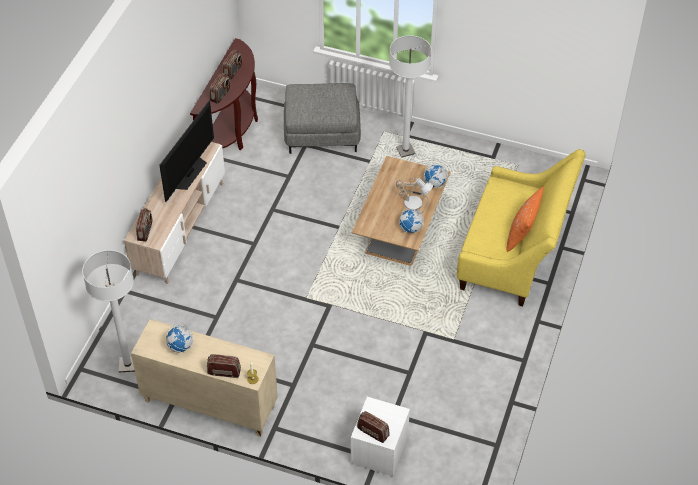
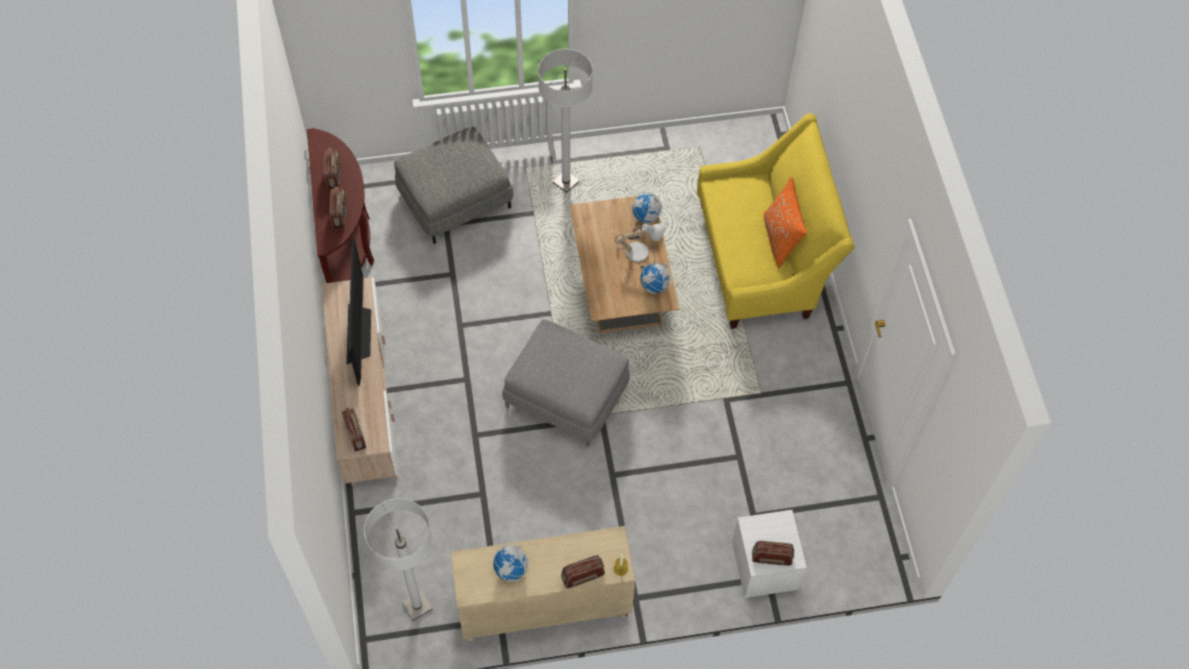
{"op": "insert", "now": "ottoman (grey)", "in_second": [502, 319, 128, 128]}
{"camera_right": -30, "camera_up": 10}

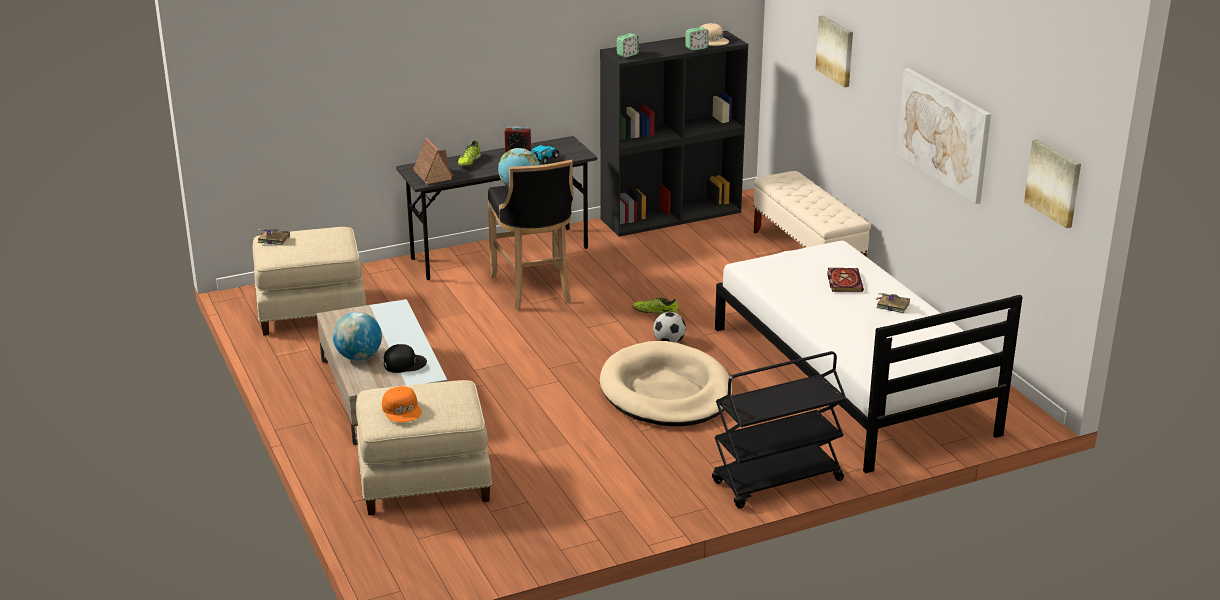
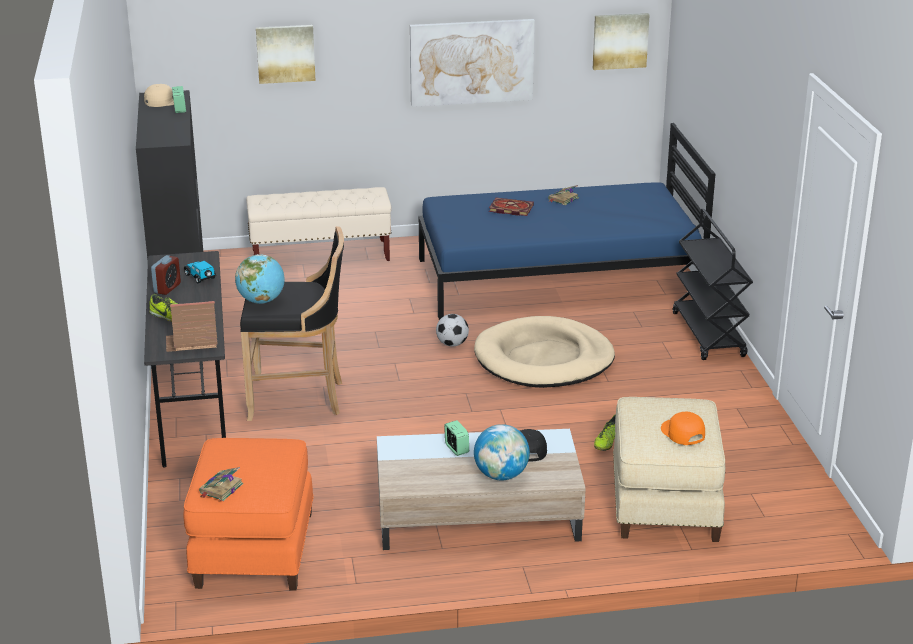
{"op": "recolor", "was": "ottoman (beige)", "now": "ottoman (orange)", "in_first": [252, 227, 114, 109], "in_second": [183, 438, 131, 152]}
{"op": "rotate", "was": "cap (orange)", "in_first": [382, 386, 40, 36], "in_second": [661, 412, 44, 33], "clockwise": -105}
{"op": "move", "was": "alarm clock", "in_first": [617, 33, 22, 25], "in_second": [444, 420, 25, 36]}
{"op": "move", "was": "shoe", "in_first": [633, 297, 45, 17], "in_second": [594, 415, 22, 36]}
{"op": "recolor", "was": "bed (white)", "now": "bed (blue)", "in_first": [715, 241, 308, 233], "in_second": [419, 123, 296, 197]}
{"camera_right": -75, "camera_up": 0}

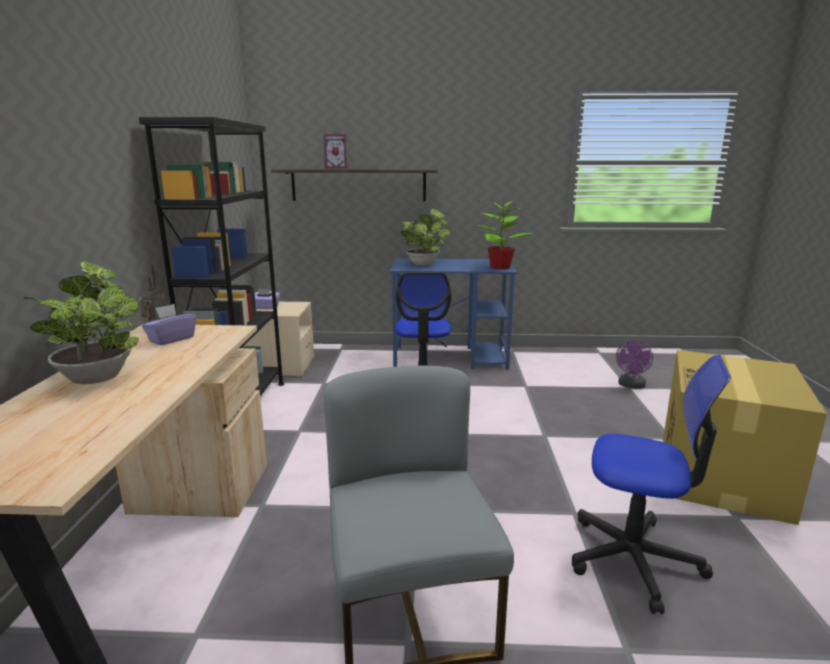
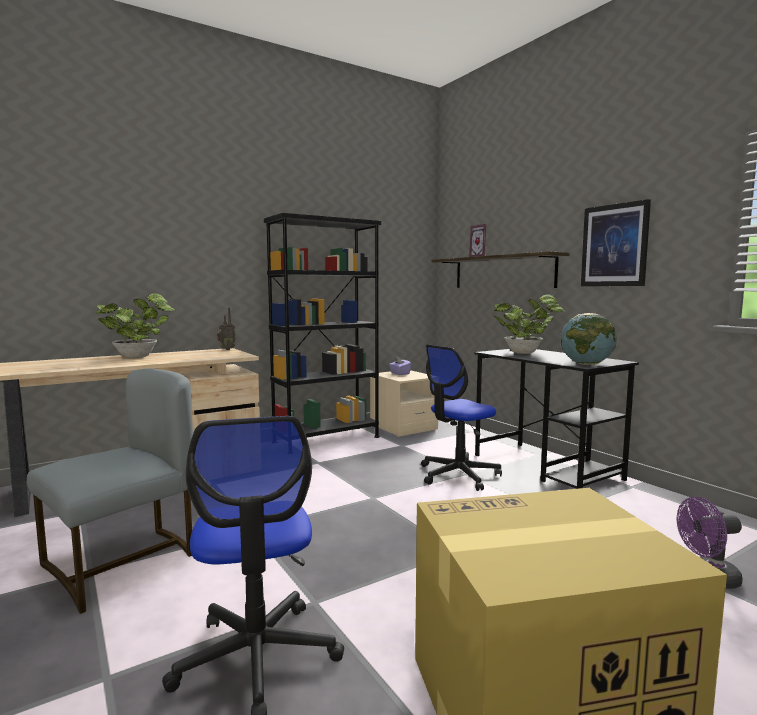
{"op": "delete", "was": "tissue box (purple)", "in_first": [142, 304, 54, 42]}
{"op": "recolor", "was": "desk (blue)", "now": "desk (black)", "in_first": [390, 258, 127, 111], "in_second": [474, 349, 165, 140]}
{"op": "replace", "was": "potted plant", "now": "globe", "in_first": [476, 197, 58, 72], "in_second": [561, 313, 56, 52]}
{"op": "insert", "now": "picture", "in_second": [581, 199, 70, 87]}
{"camera_right": 55, "camera_up": -10}

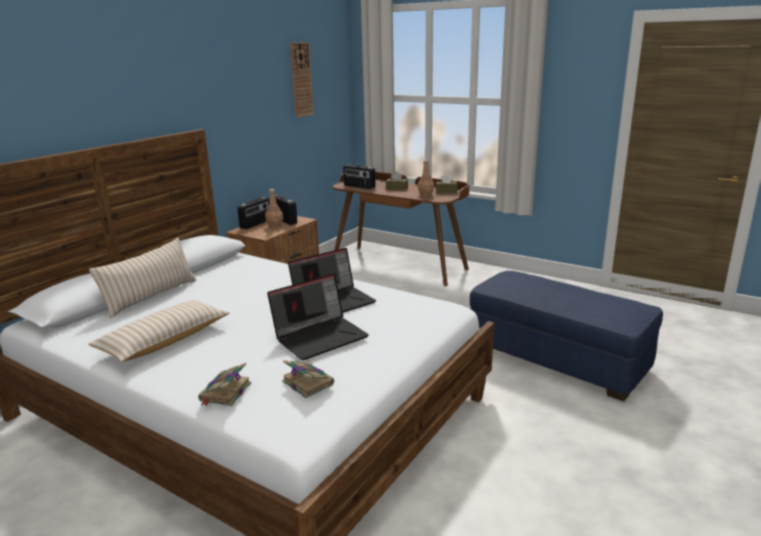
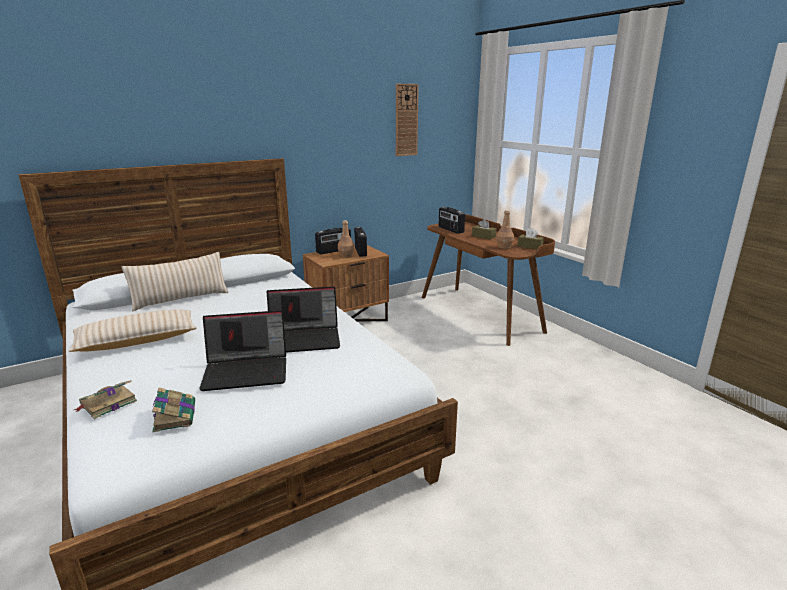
{"op": "delete", "was": "ottoman (blue)", "in_first": [470, 271, 193, 130]}
{"camera_right": 25, "camera_up": 0}

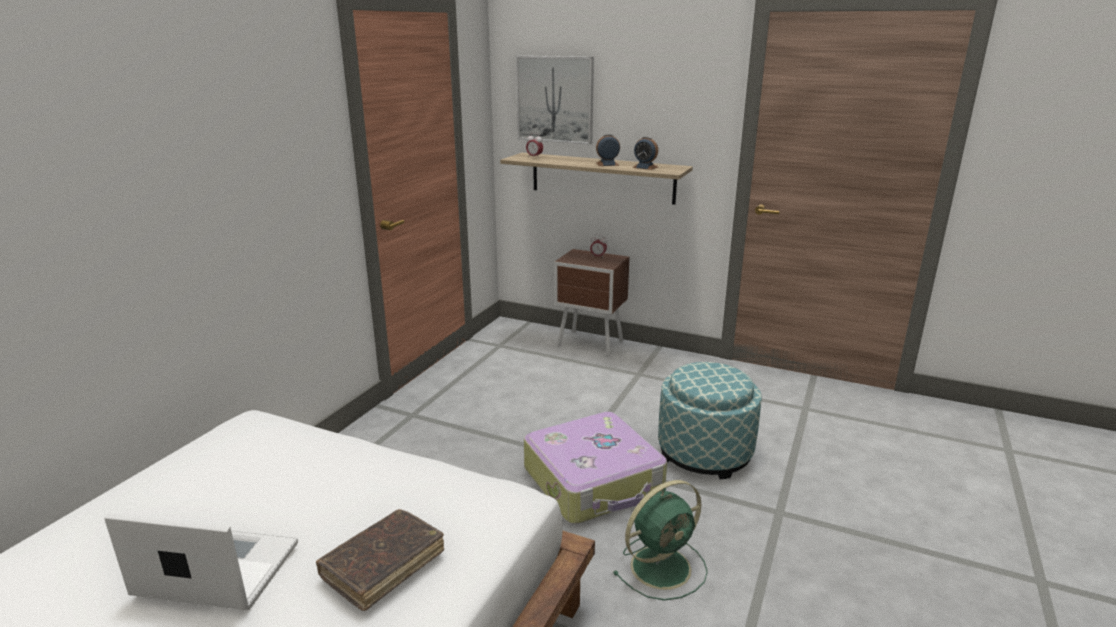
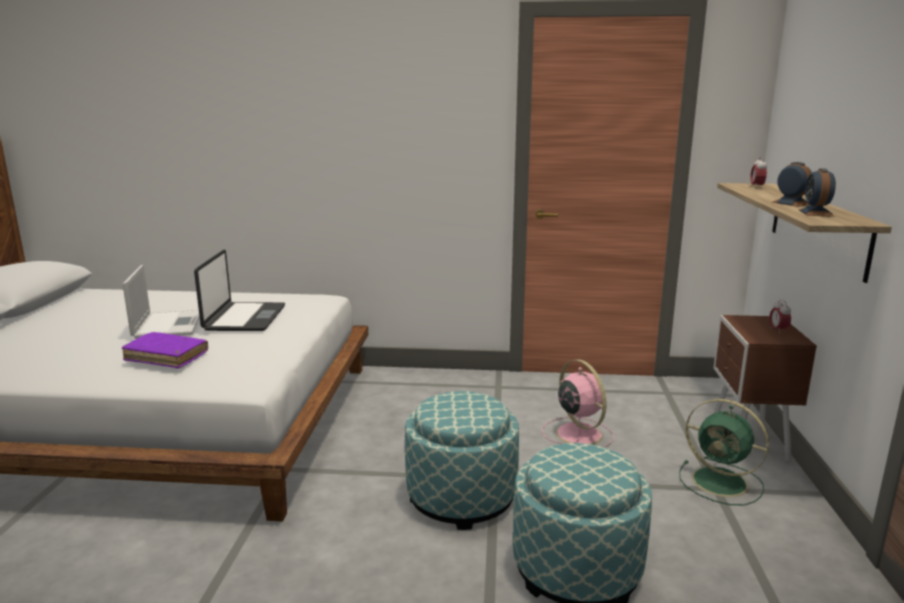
{"op": "recolor", "was": "book (brown)", "now": "book (purple)", "in_first": [316, 509, 128, 102], "in_second": [122, 332, 86, 36]}
{"op": "delete", "was": "picture", "in_first": [516, 56, 78, 88]}
{"op": "replace", "was": "suitcase", "now": "ottoman", "in_first": [524, 412, 143, 112], "in_second": [405, 391, 114, 139]}
{"op": "move", "was": "fan (green)", "in_first": [613, 480, 95, 120], "in_second": [679, 399, 90, 106]}
{"op": "insert", "now": "laptop", "in_second": [194, 250, 91, 81]}
{"op": "insert", "now": "fan (pink)", "in_second": [542, 359, 72, 88]}
{"camera_right": 70, "camera_up": -5}

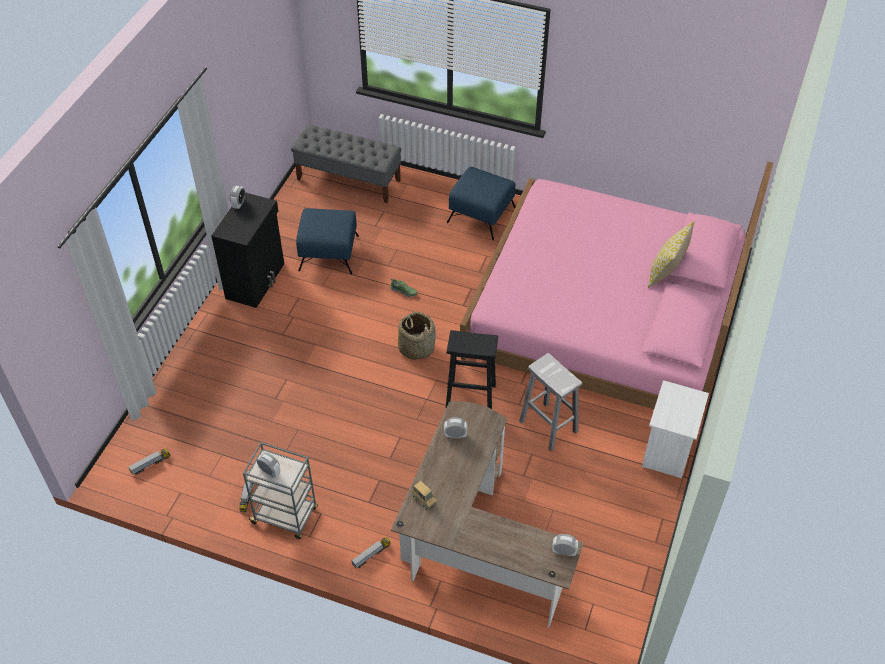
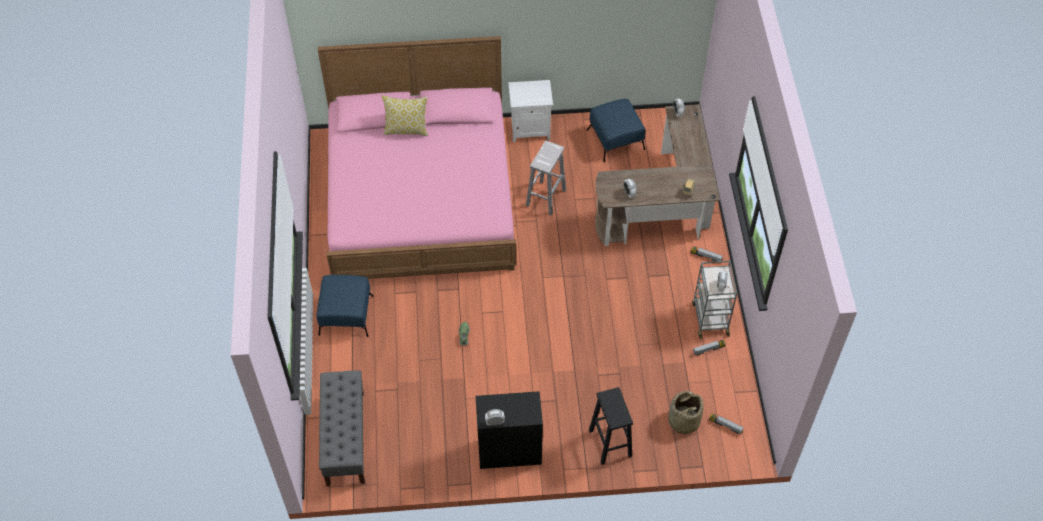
{"op": "move", "was": "ottoman (blue)", "in_first": [296, 208, 63, 66], "in_second": [587, 99, 58, 63]}
{"op": "move", "was": "basket", "in_first": [398, 311, 38, 49], "in_second": [668, 391, 35, 43]}
{"op": "move", "was": "stool (black)", "in_first": [446, 330, 52, 79], "in_second": [589, 387, 44, 78]}
{"camera_right": -115, "camera_up": 5}

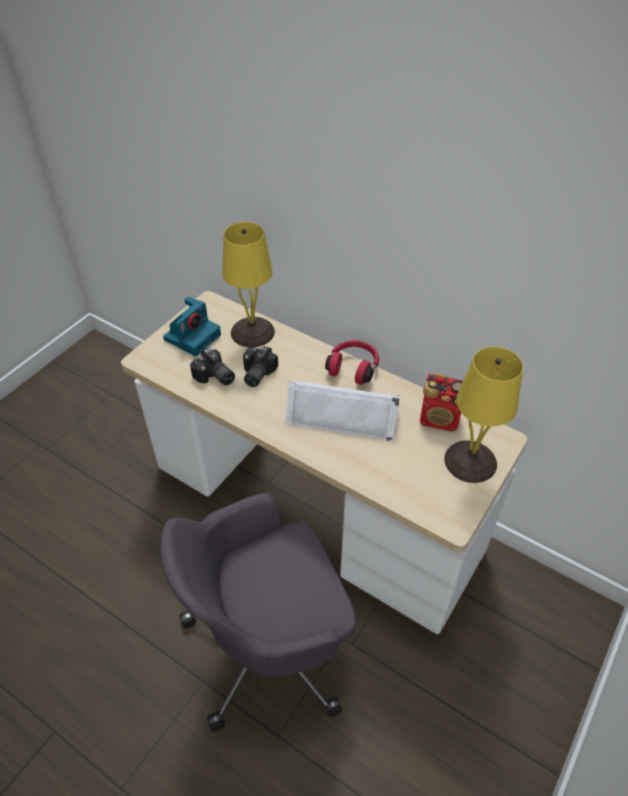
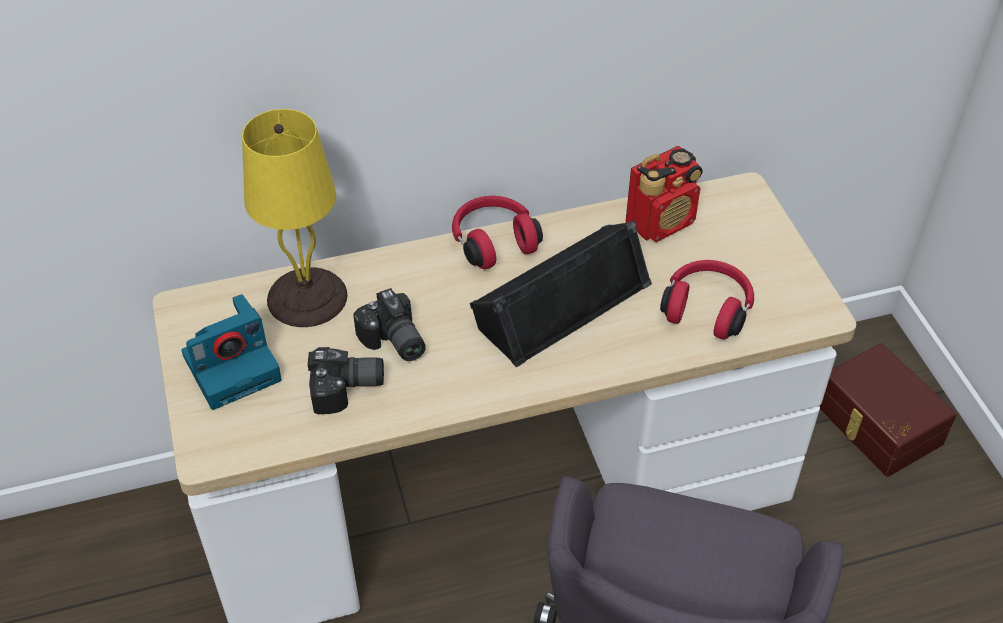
{"op": "rotate", "was": "photo camera", "in_first": [163, 297, 58, 60], "in_second": [181, 294, 101, 116], "clockwise": 75}
{"op": "recolor", "was": "speaker (white)", "now": "speaker (black)", "in_first": [285, 380, 115, 61], "in_second": [470, 220, 182, 147]}
{"op": "delete", "was": "table lamp (yellow)", "in_first": [444, 347, 79, 136]}
{"op": "insert", "now": "headphones (red)", "in_second": [660, 260, 94, 80]}
{"op": "insert", "now": "storage box (brown)", "in_second": [820, 343, 137, 134]}
{"camera_right": -50, "camera_up": 0}

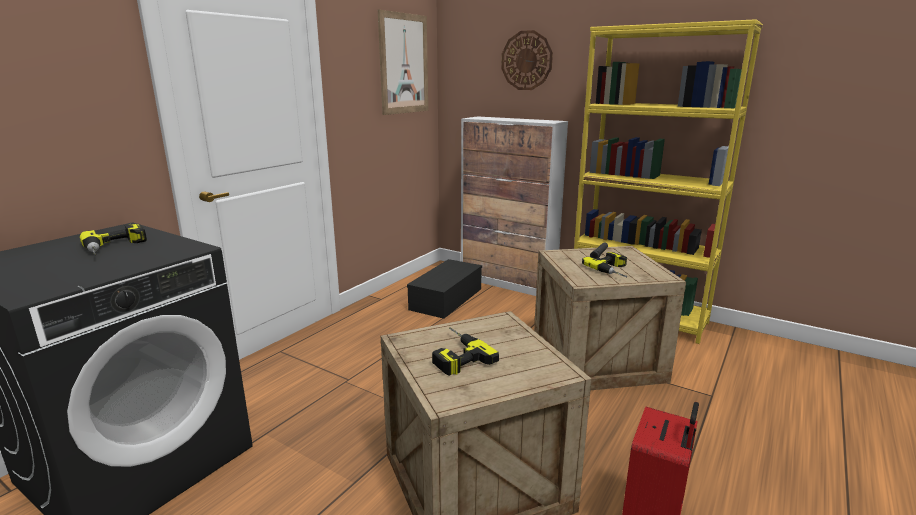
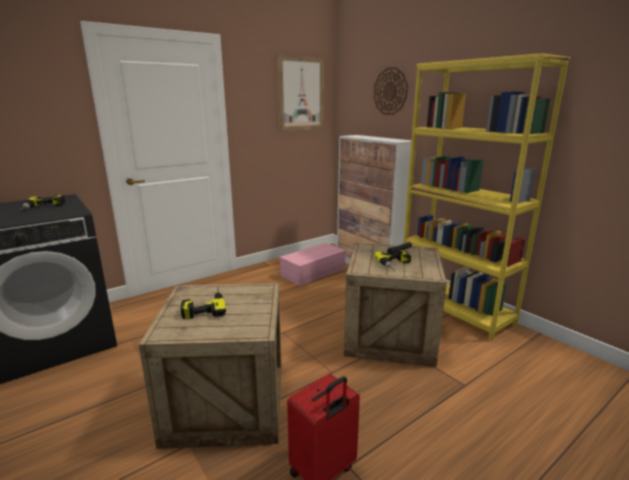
{"op": "recolor", "was": "storage box (black)", "now": "storage box (pink)", "in_first": [407, 259, 75, 60], "in_second": [280, 243, 66, 43]}
{"camera_right": 20, "camera_up": 0}

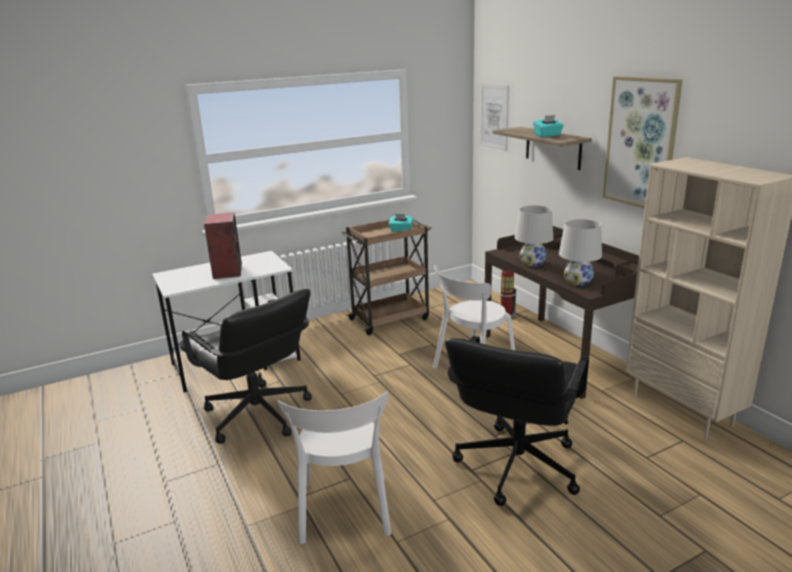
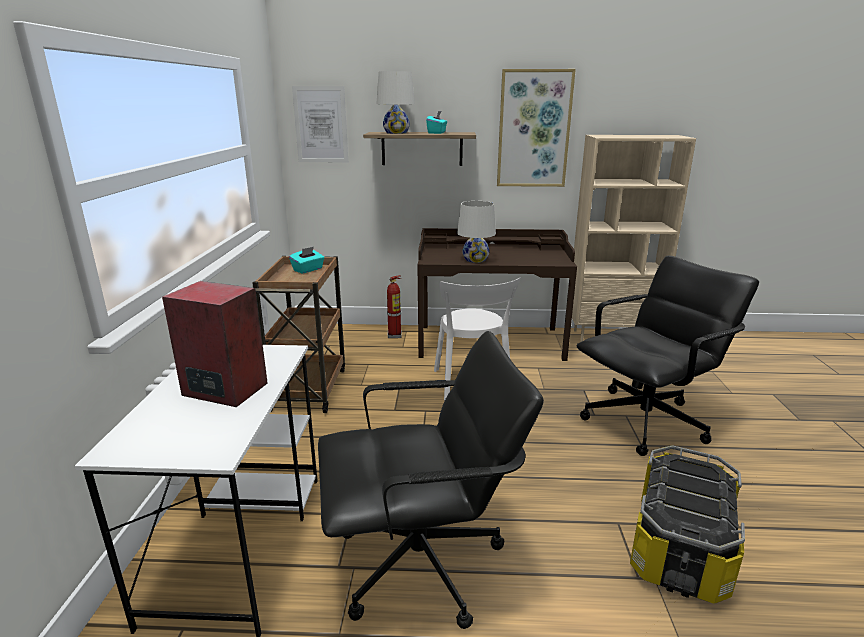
{"op": "replace", "was": "chair (white)", "now": "storage box", "in_first": [277, 392, 114, 152], "in_second": [630, 445, 115, 159]}
{"op": "rotate", "was": "office chair (black)", "in_first": [445, 336, 144, 170], "in_second": [577, 256, 182, 200], "clockwise": -90}
{"op": "move", "was": "table lamp (white)", "in_first": [559, 219, 43, 67], "in_second": [376, 71, 39, 63]}
{"camera_right": -60, "camera_up": 0}

